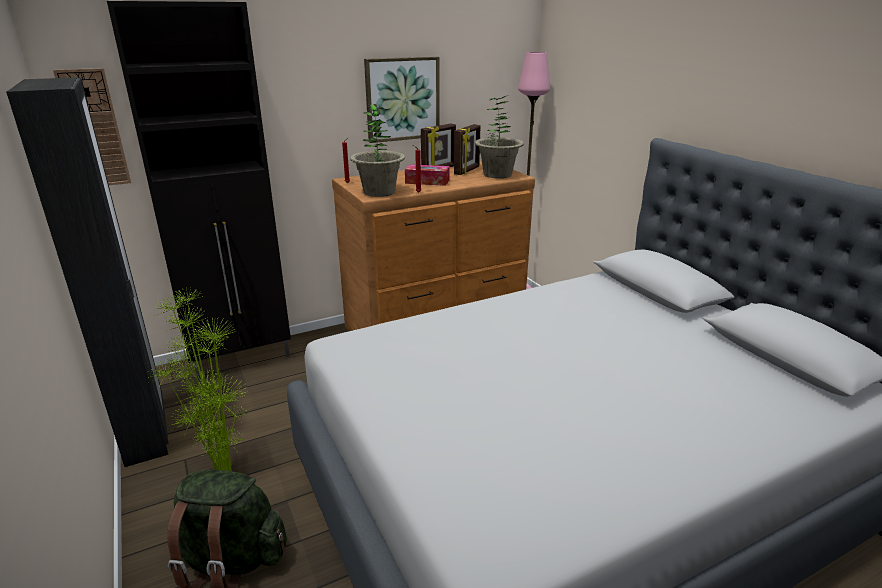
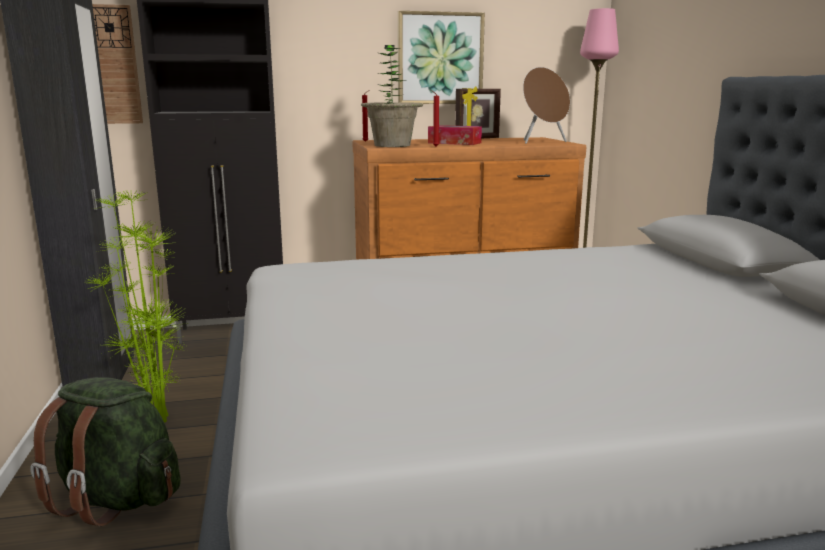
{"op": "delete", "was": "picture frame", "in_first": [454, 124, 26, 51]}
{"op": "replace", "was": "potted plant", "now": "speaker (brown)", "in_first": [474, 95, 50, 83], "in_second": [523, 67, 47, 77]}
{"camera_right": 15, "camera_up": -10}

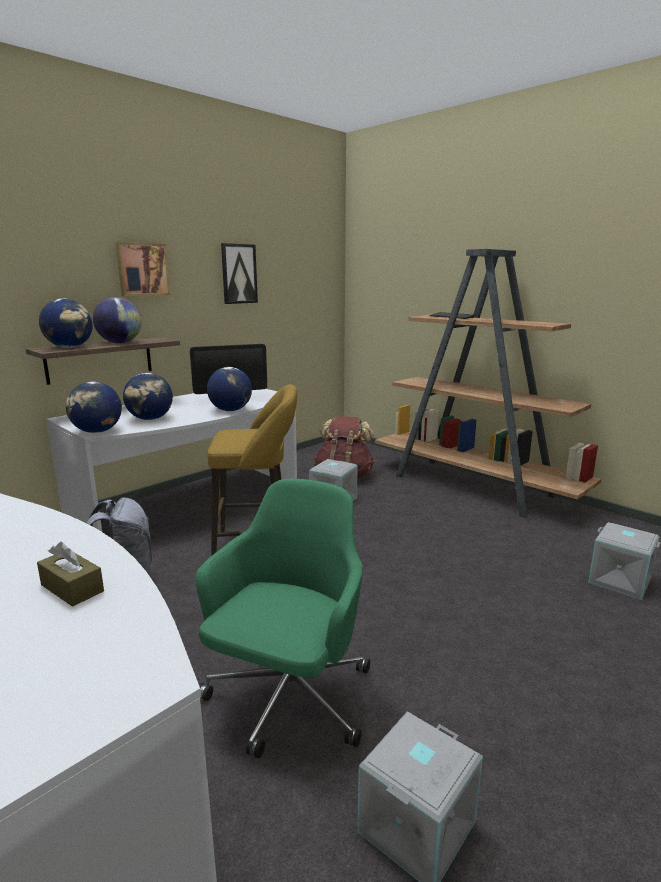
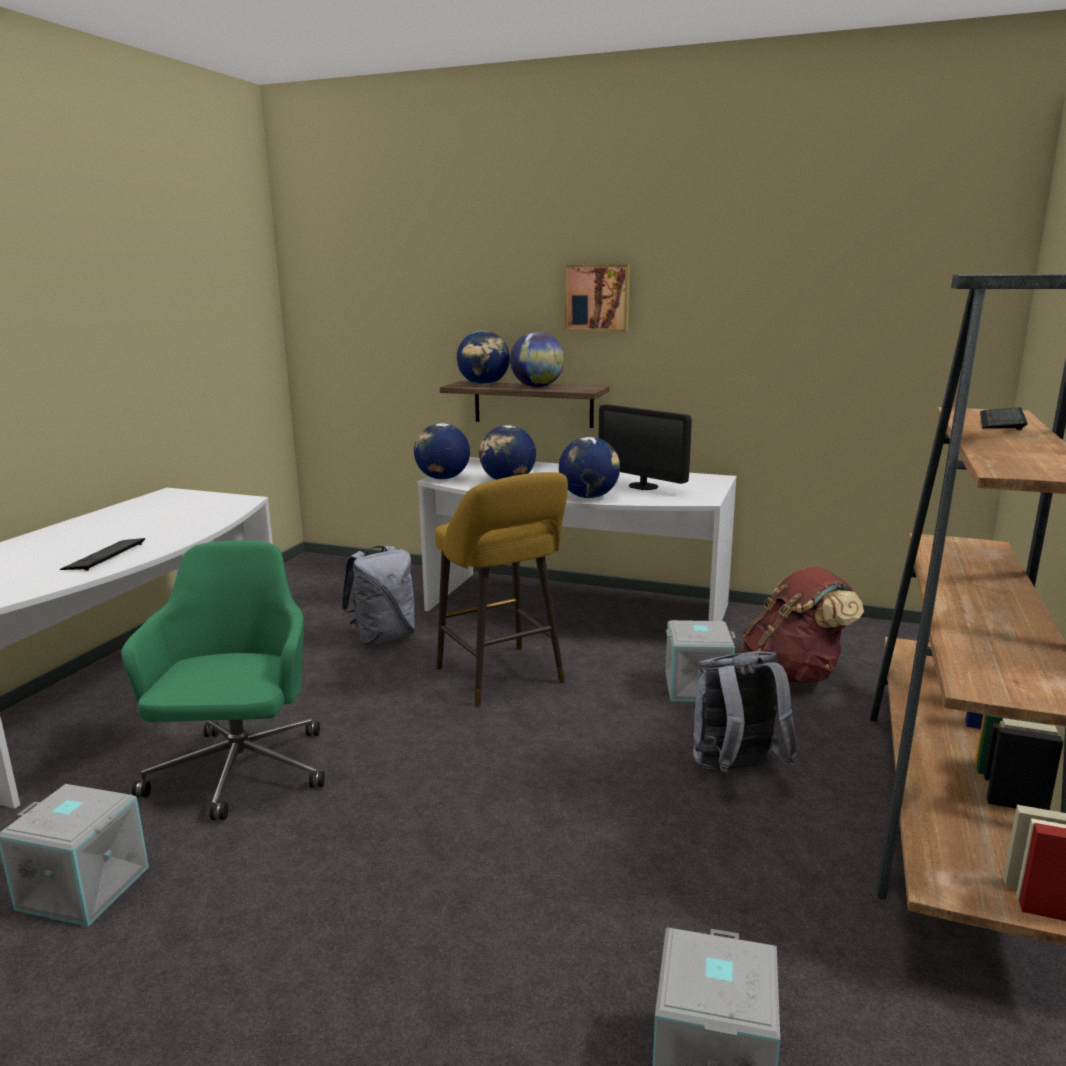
{"op": "replace", "was": "tissue box (brown)", "now": "keyboard", "in_first": [37, 542, 67, 65], "in_second": [60, 538, 85, 33]}
{"op": "rotate", "was": "office chair (green)", "in_first": [196, 479, 174, 279], "in_second": [121, 540, 204, 280], "clockwise": -90}
{"op": "delete", "was": "picture", "in_first": [221, 243, 37, 61]}
{"op": "insert", "now": "backpack (grey)", "in_second": [693, 651, 106, 121]}
{"camera_right": 65, "camera_up": 0}

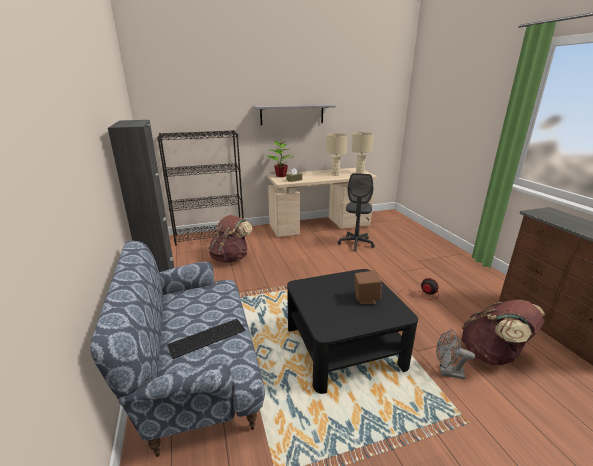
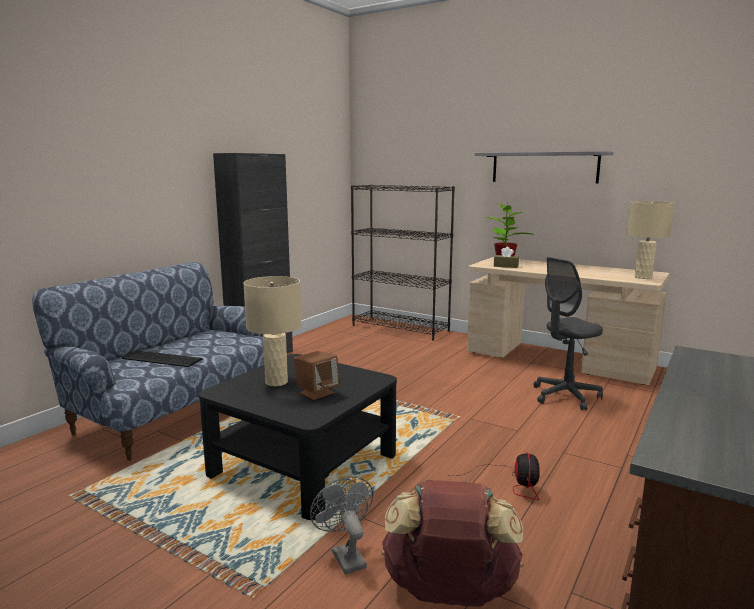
{"op": "delete", "was": "backpack (brown)", "in_first": [209, 215, 43, 48]}
{"op": "move", "was": "table lamp (beige)", "in_first": [326, 133, 22, 43], "in_second": [243, 276, 59, 110]}
{"camera_right": 50, "camera_up": -10}

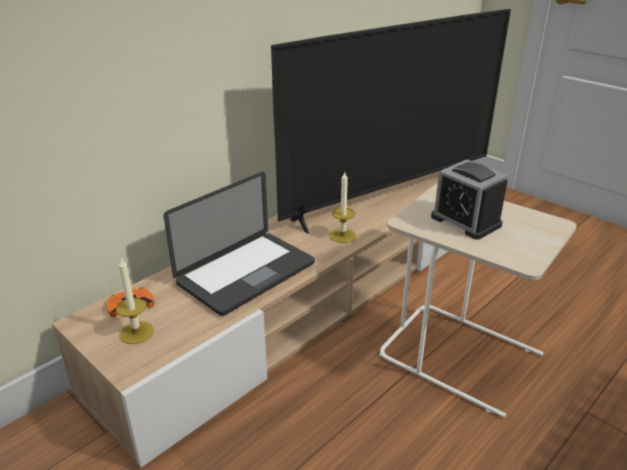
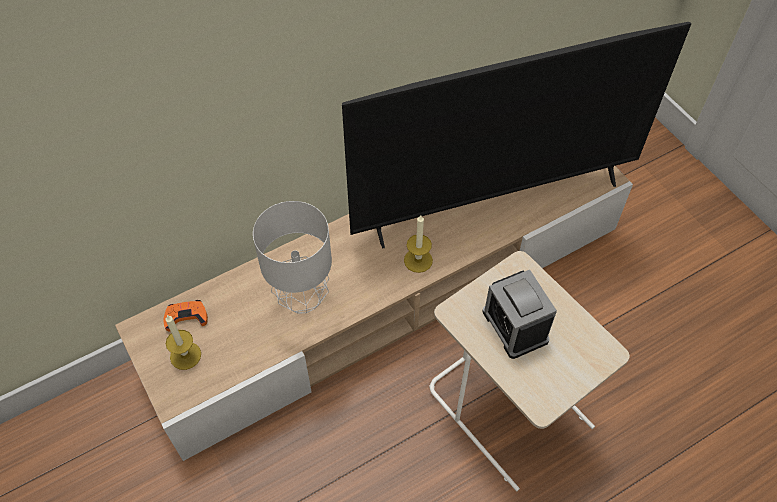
{"op": "replace", "was": "laptop", "now": "table lamp (grey)", "in_first": [164, 172, 151, 144], "in_second": [253, 201, 79, 112]}
{"camera_right": 15, "camera_up": 25}

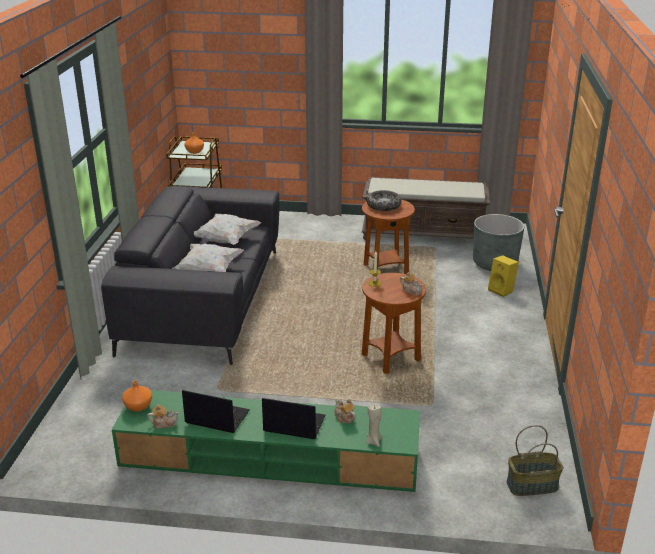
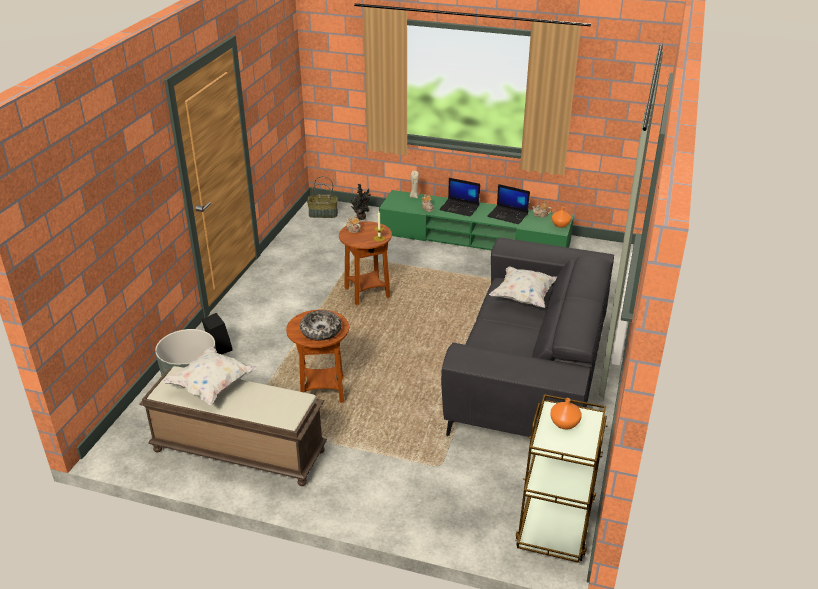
{"op": "move", "was": "pillow (white)", "in_first": [194, 214, 68, 31], "in_second": [162, 347, 95, 58]}
{"op": "recolor", "was": "speaker (yellow)", "now": "speaker (black)", "in_first": [488, 255, 31, 42], "in_second": [201, 313, 31, 41]}
{"op": "insert", "now": "potted plant", "in_second": [351, 184, 20, 36]}
{"camera_right": -170, "camera_up": 5}

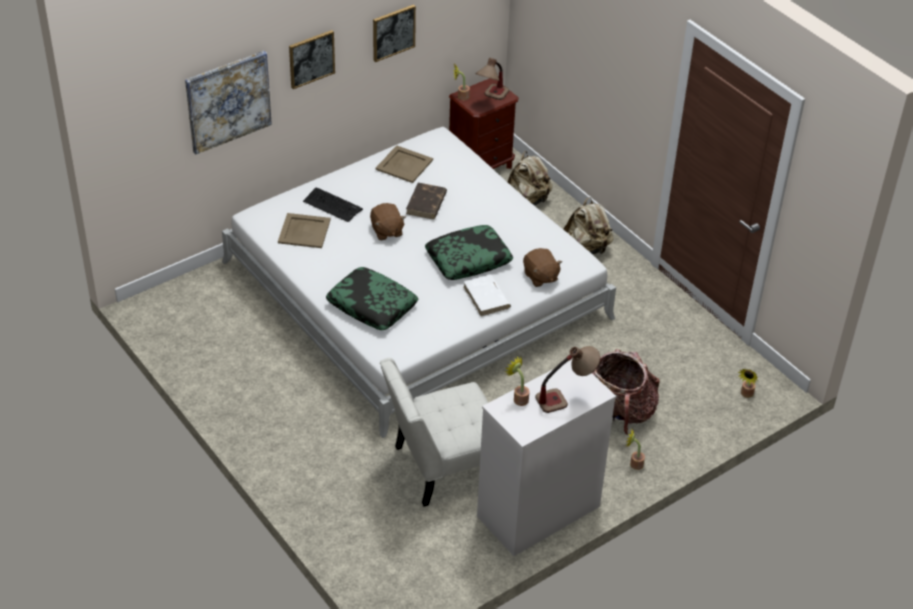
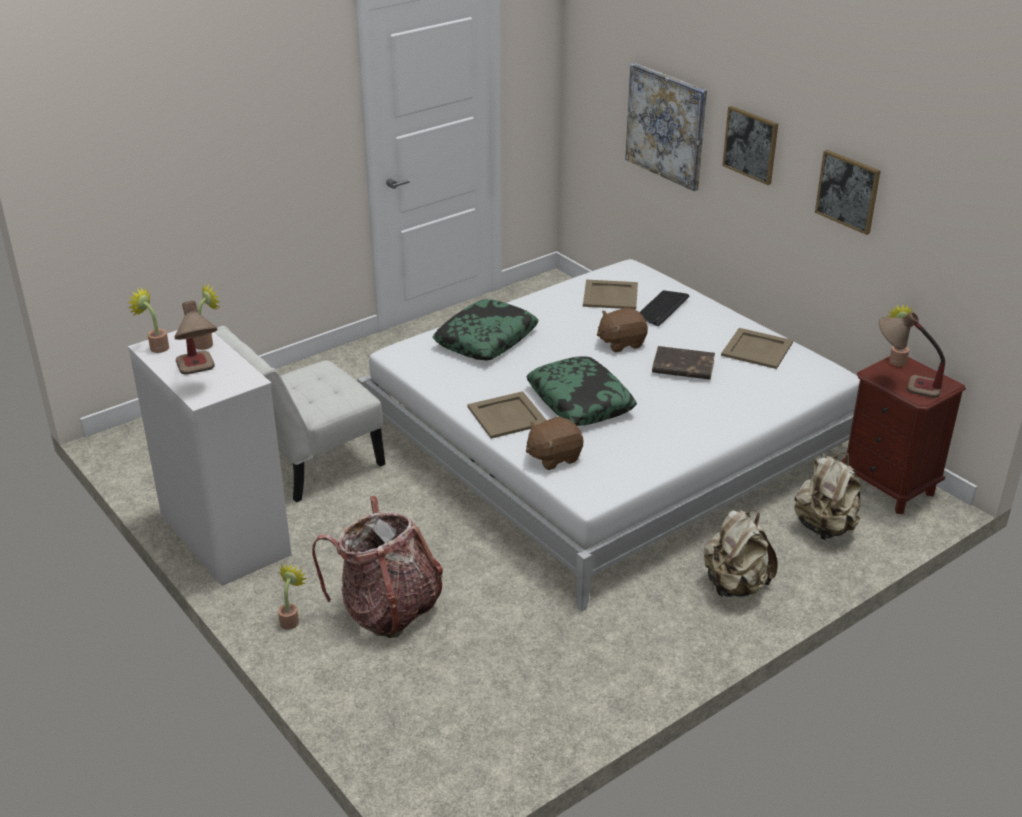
{"op": "rotate", "was": "chair (white)", "in_first": [380, 358, 108, 148], "in_second": [214, 326, 171, 177], "clockwise": -105}
{"op": "replace", "was": "book (white)", "now": "tray (beige)", "in_first": [463, 275, 48, 41], "in_second": [467, 391, 80, 48]}
{"op": "move", "was": "potted plant", "in_first": [738, 369, 20, 29], "in_second": [127, 287, 42, 66]}
{"camera_right": 90, "camera_up": -10}

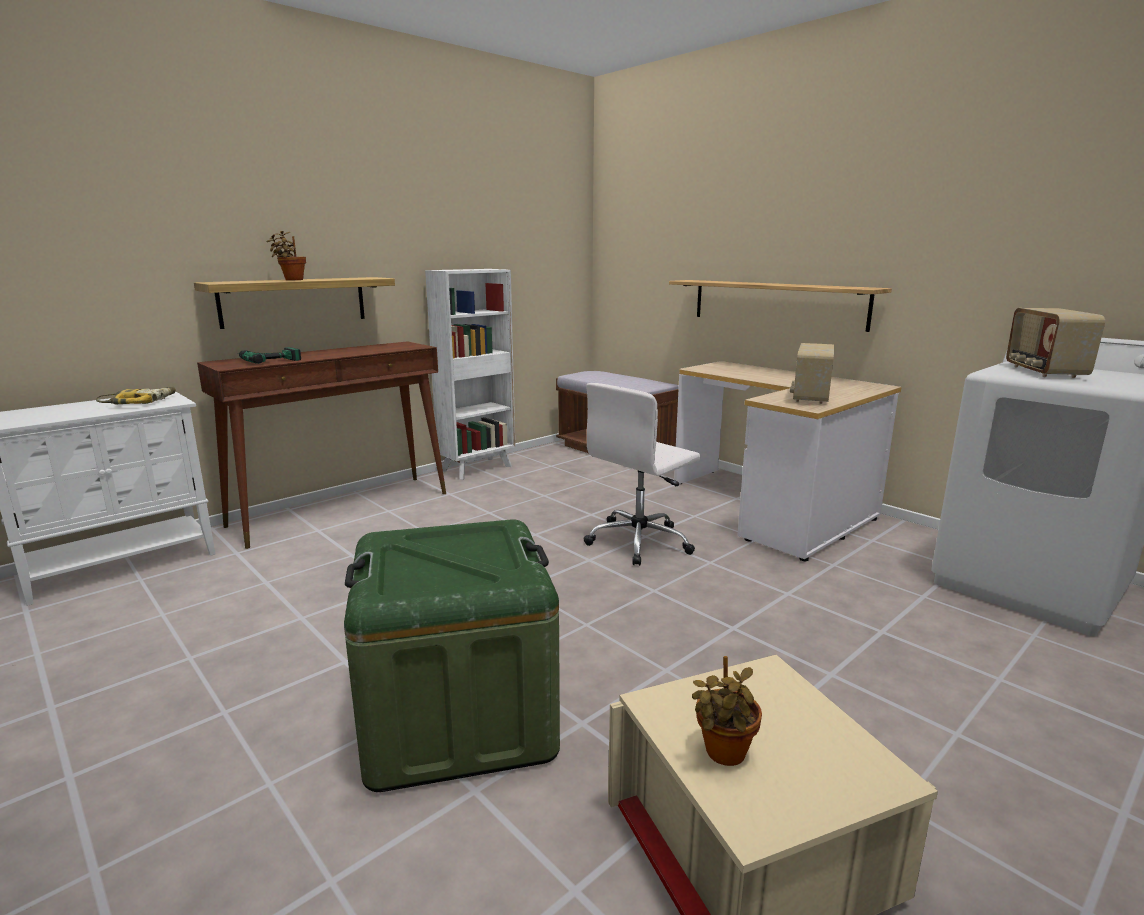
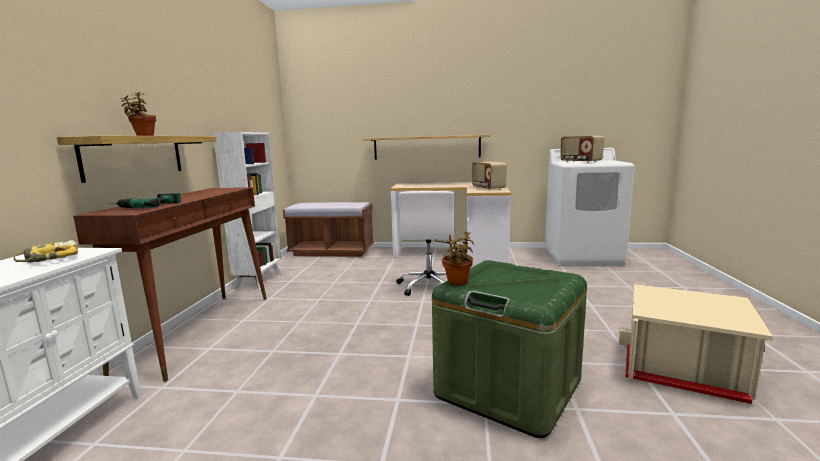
{"op": "move", "was": "potted plant", "in_first": [692, 656, 70, 110], "in_second": [442, 231, 32, 54]}
{"camera_right": -40, "camera_up": -5}

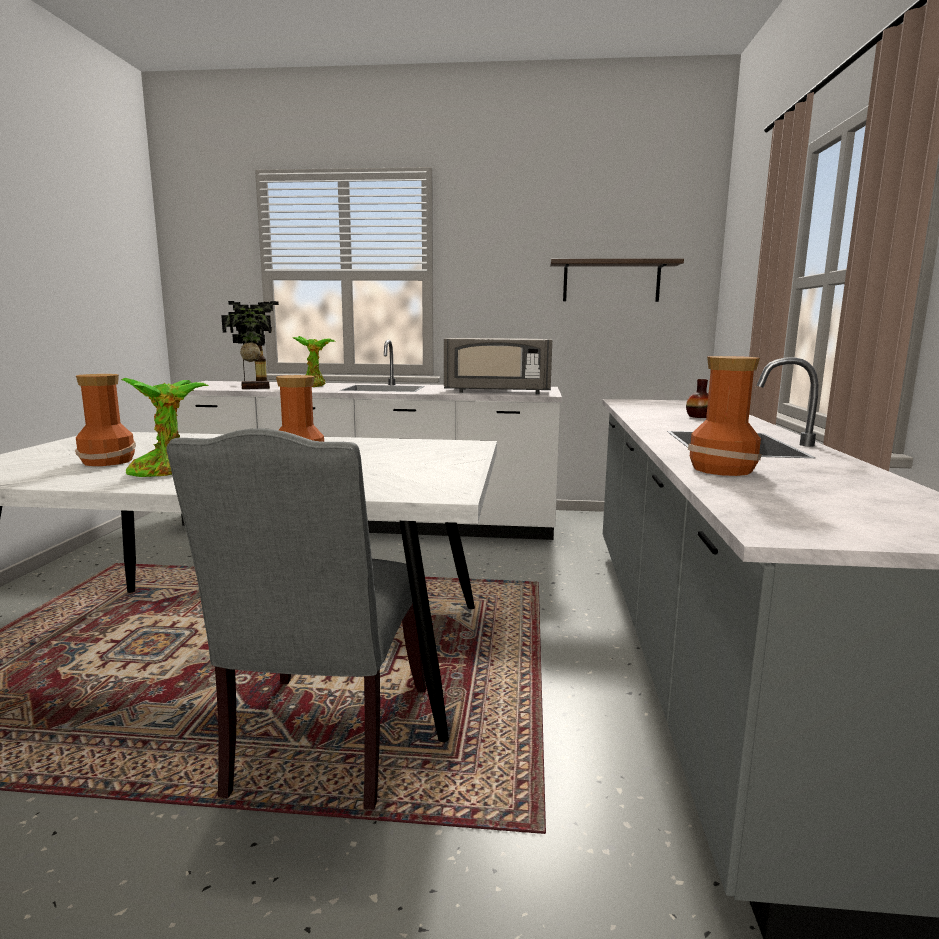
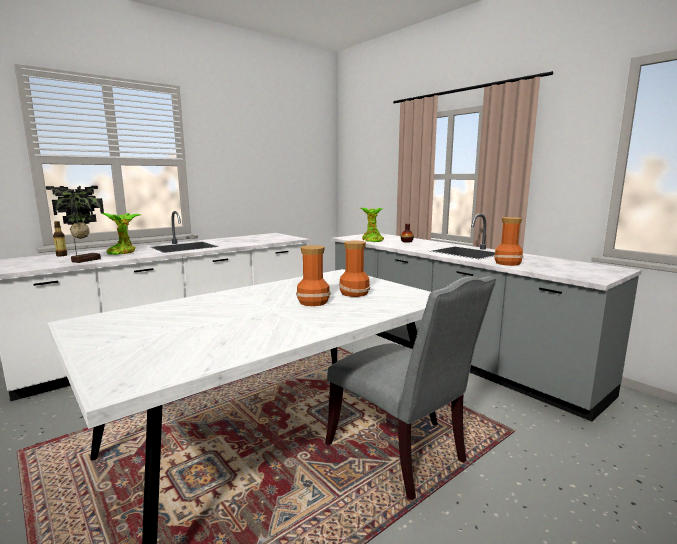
{"op": "move", "was": "vase", "in_first": [75, 374, 61, 92], "in_second": [339, 240, 31, 57]}
{"op": "move", "was": "potted plant", "in_first": [121, 378, 88, 99], "in_second": [360, 208, 24, 34]}
{"op": "delete", "was": "microwave (grey)", "in_first": [444, 338, 108, 56]}
{"op": "delete", "was": "shelf", "in_first": [550, 259, 134, 43]}
{"camera_right": -45, "camera_up": 0}

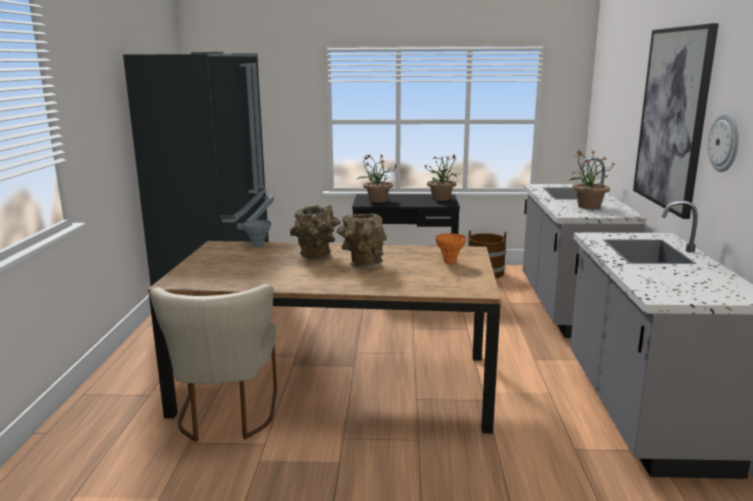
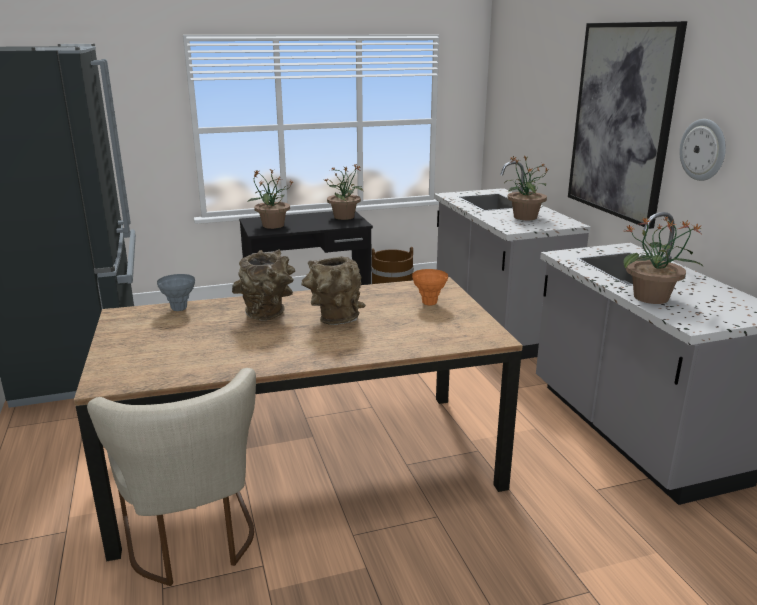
{"op": "insert", "now": "potted plant", "in_second": [624, 216, 80, 88]}
{"camera_right": -20, "camera_up": 5}

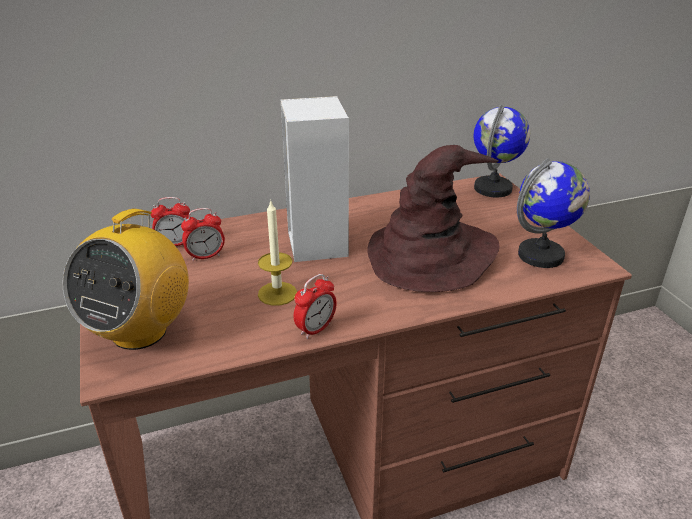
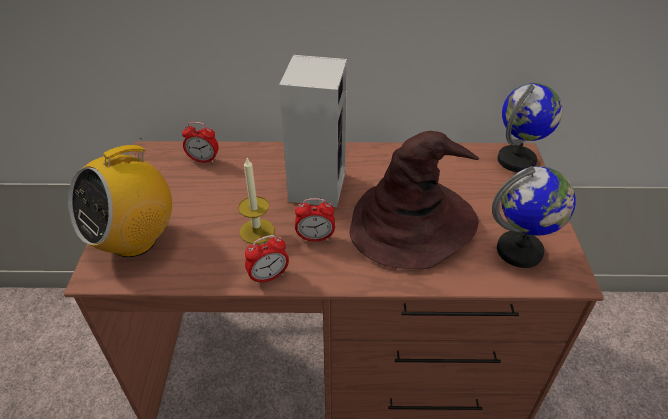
{"op": "move", "was": "alarm clock", "in_first": [181, 208, 44, 53], "in_second": [295, 198, 40, 44]}
{"camera_right": 20, "camera_up": 10}

